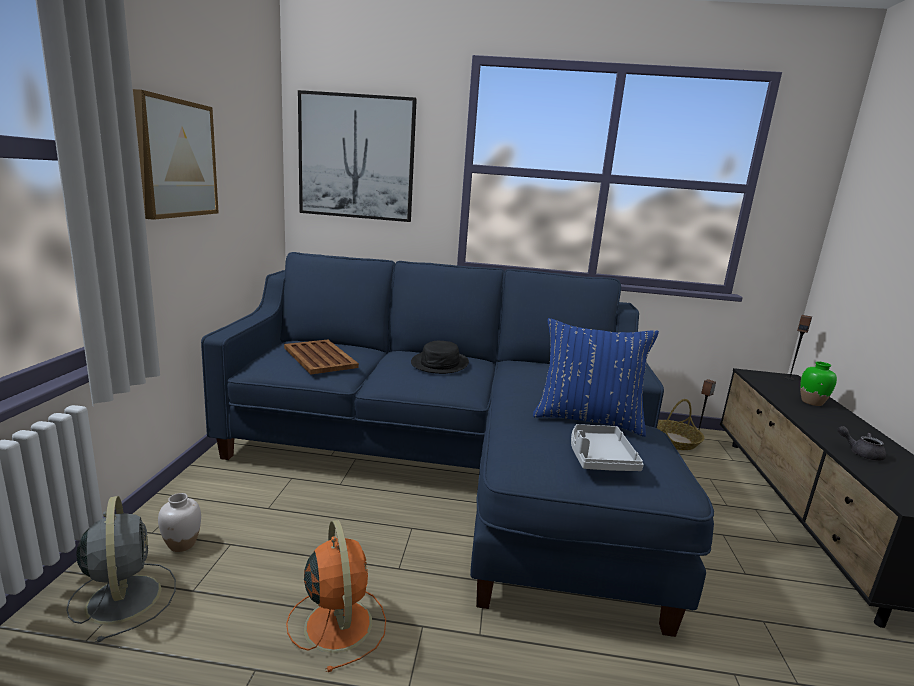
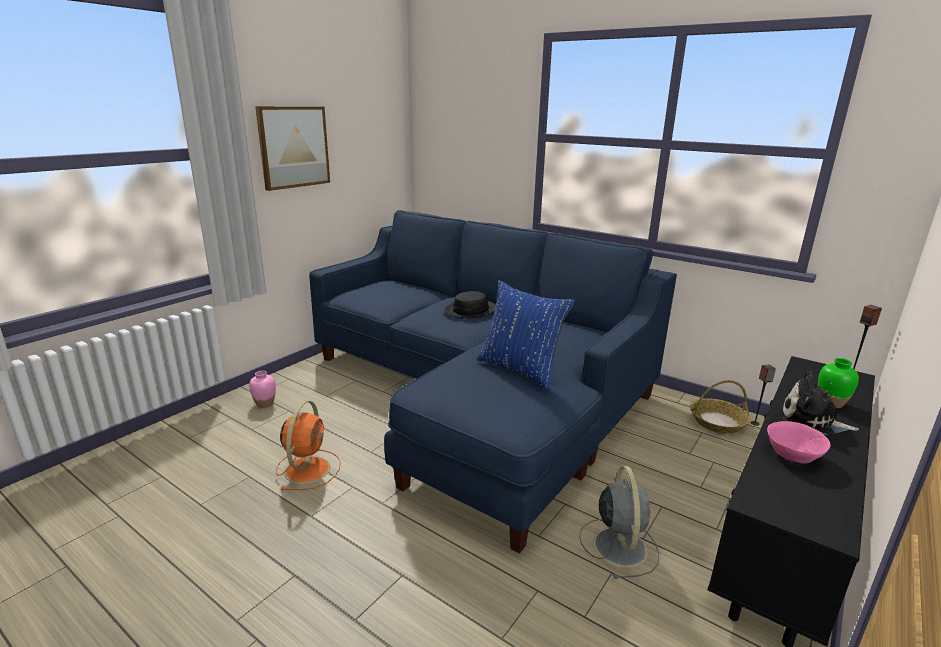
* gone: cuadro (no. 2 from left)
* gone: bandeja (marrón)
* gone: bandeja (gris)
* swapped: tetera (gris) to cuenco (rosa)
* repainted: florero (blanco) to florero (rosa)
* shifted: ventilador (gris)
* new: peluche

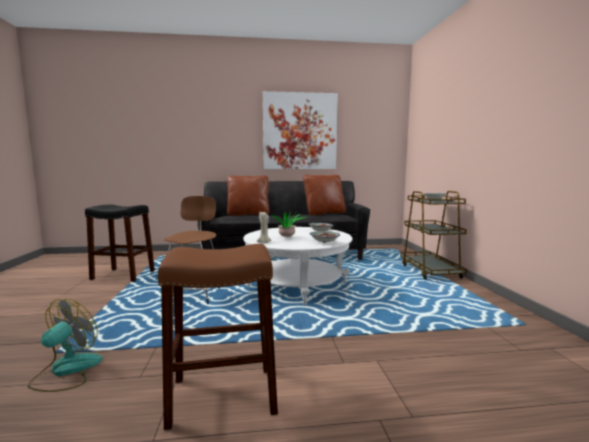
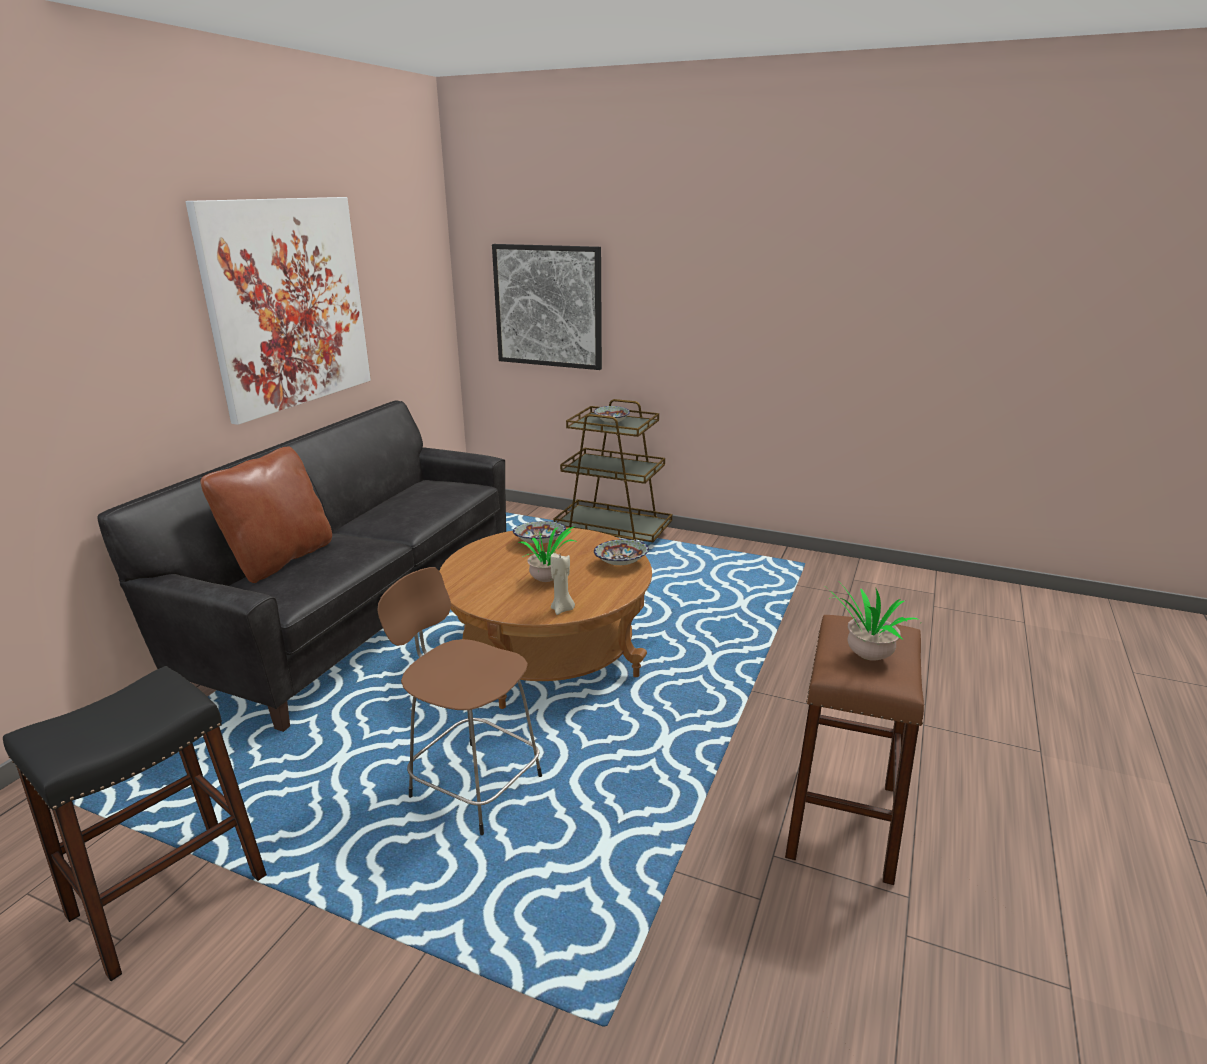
* gone: cojín (marrón) (no. 2 from left)
* repainted: mesa de centro (blanco) to mesa de centro (marrón)
* gone: ventilador
* new: cuadro (no. 2 from left)
* new: planta en maceta (no. 2 from left)

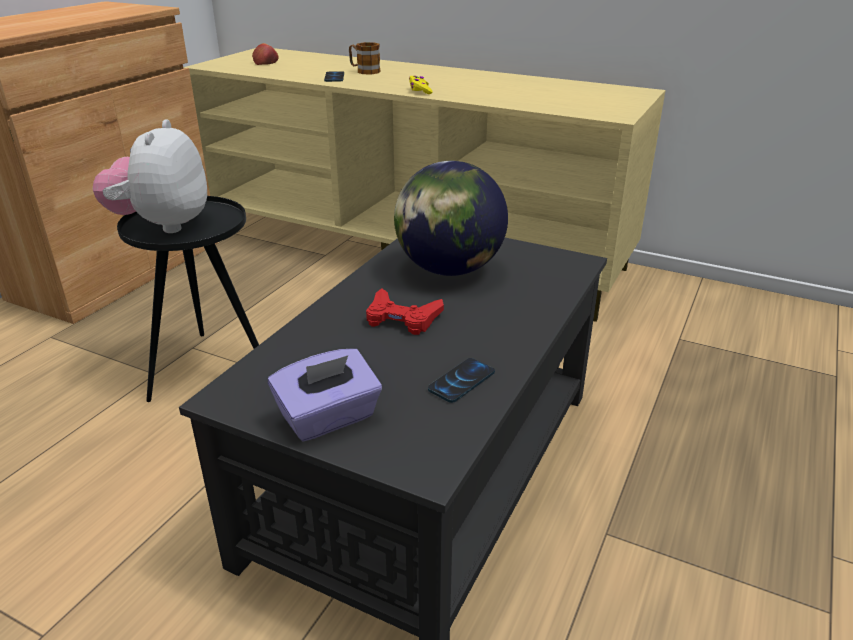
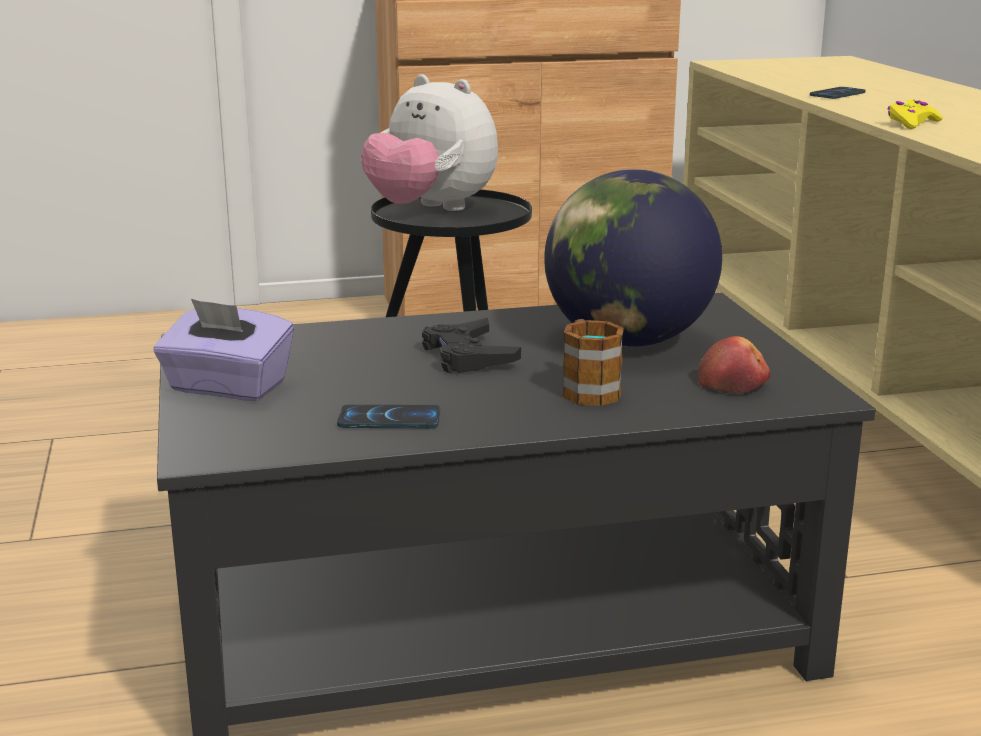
* shifted: taza grande
* shifted: manzana
* rotated: peluche 105 degrees counterclockwise
* repainted: mando de consola (rojo) to mando de consola (negro)

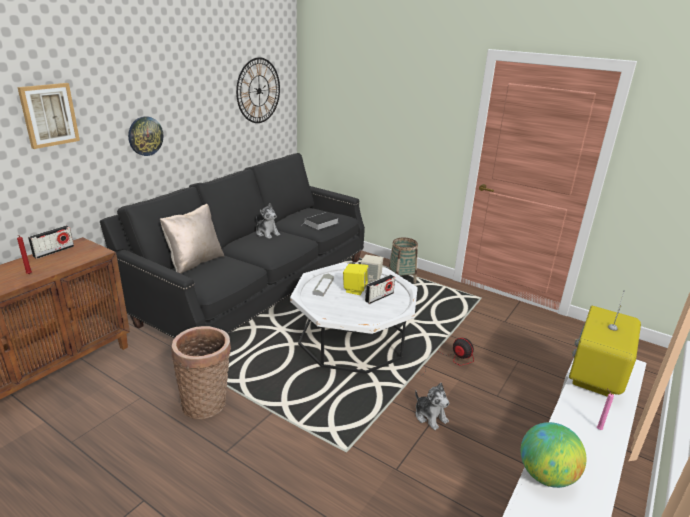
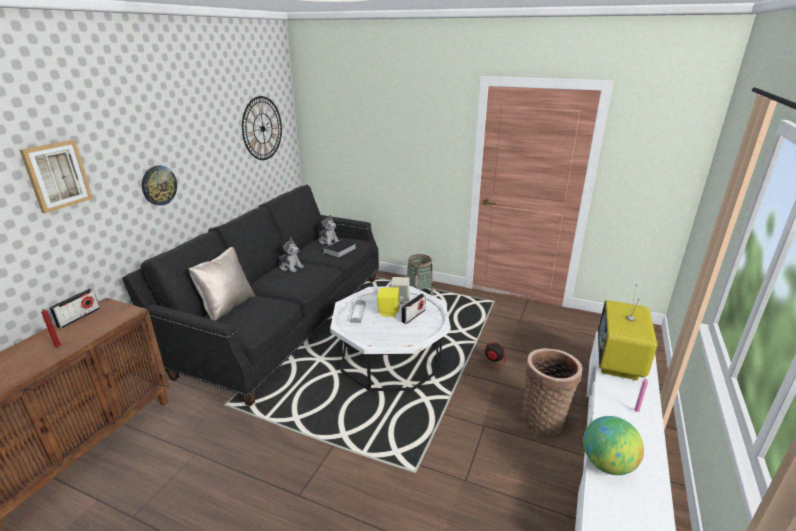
* shifted: cesta (no. 1 from left in the first image) to cesta (no. 2 from left)
* shifted: peluche (no. 2 from left)

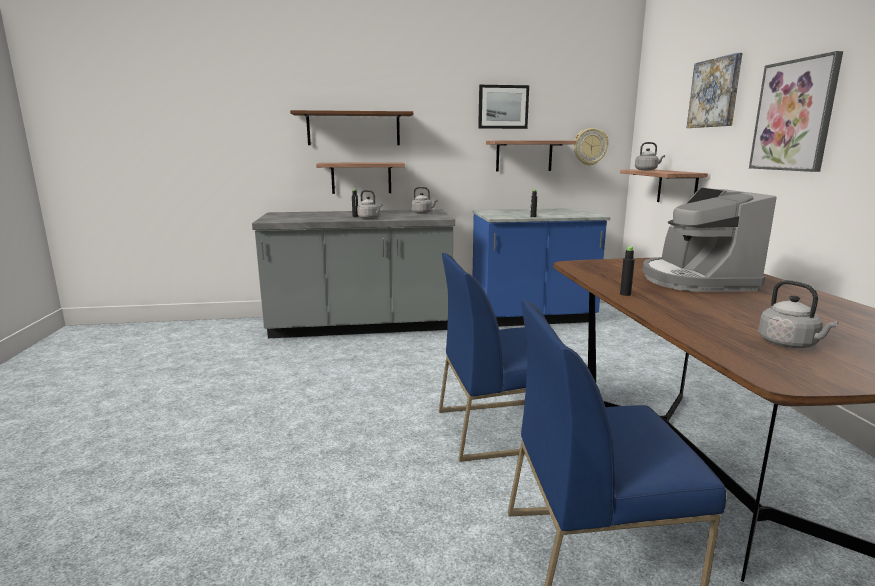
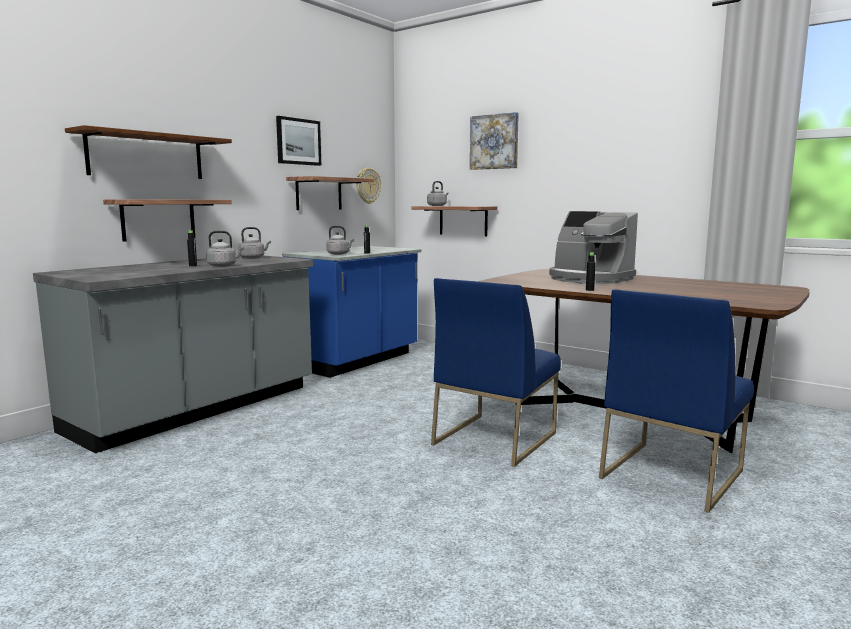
* gone: cuadro (no. 3 from left)
* shifted: hervidor (gris) (no. 4 from left in the first image) to hervidor (gris) (no. 3 from left)

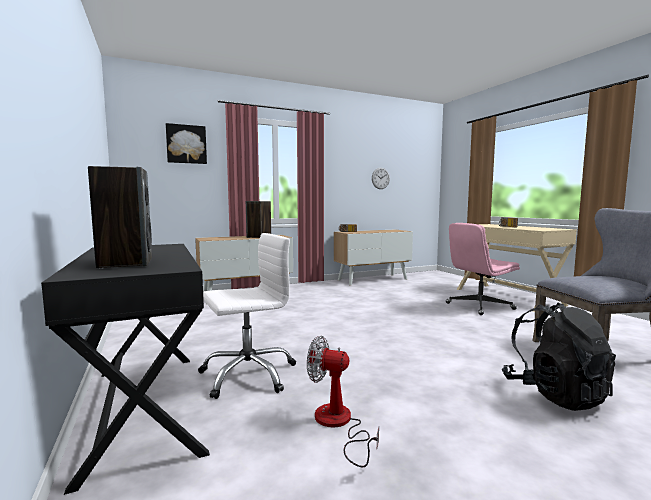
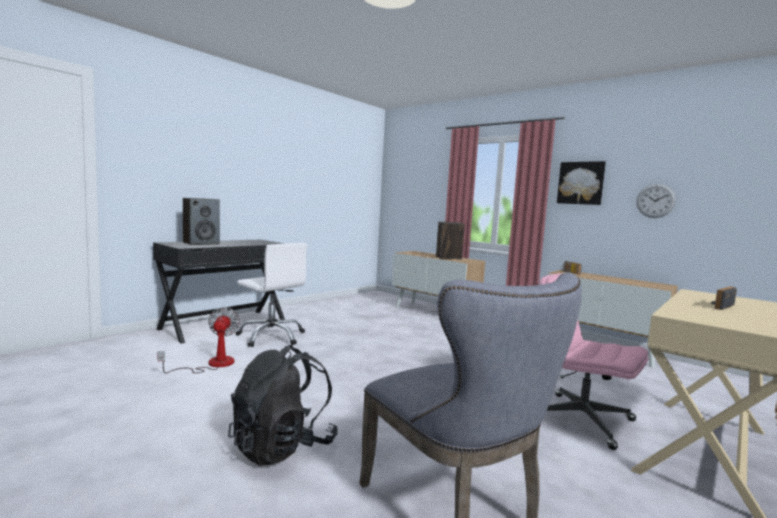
* shifted: cuadro

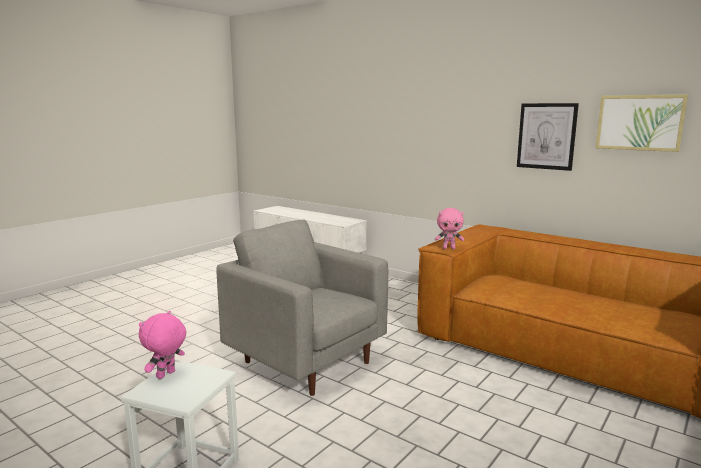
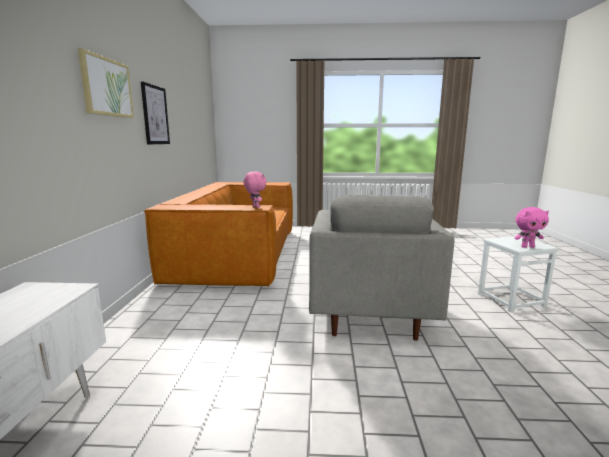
* shifted: cuadro (no. 2 from left in the first image) to cuadro (no. 1 from left)

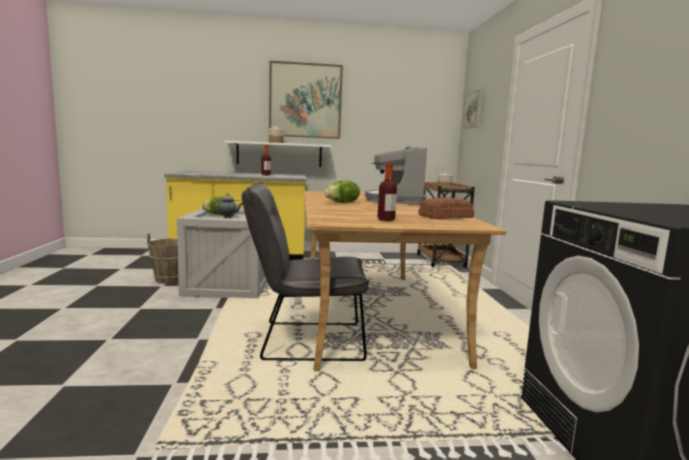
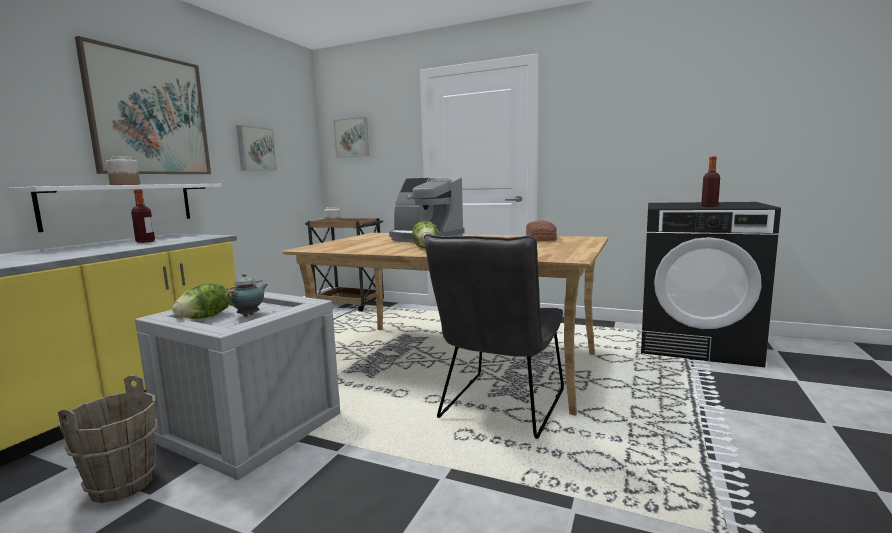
* shifted: botella (no. 2 from left)
* new: cuadro (no. 2 from left)

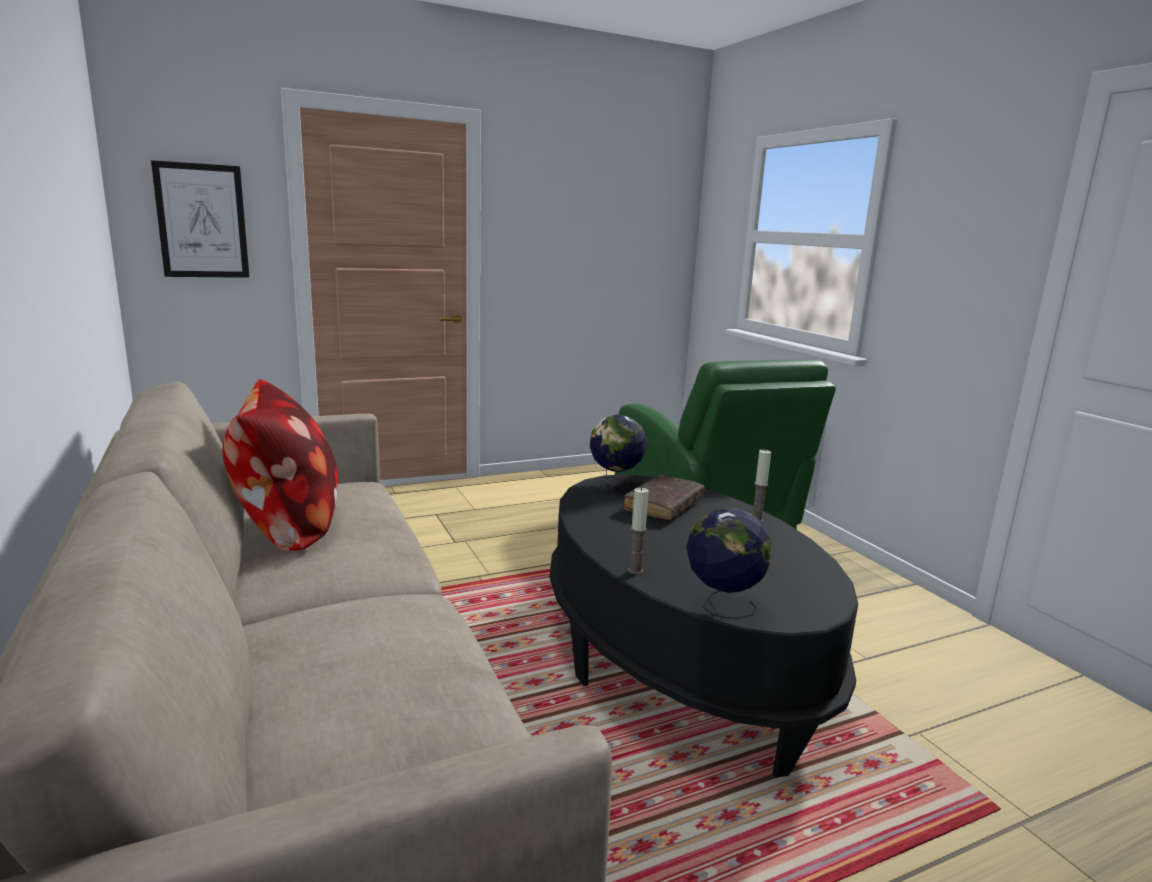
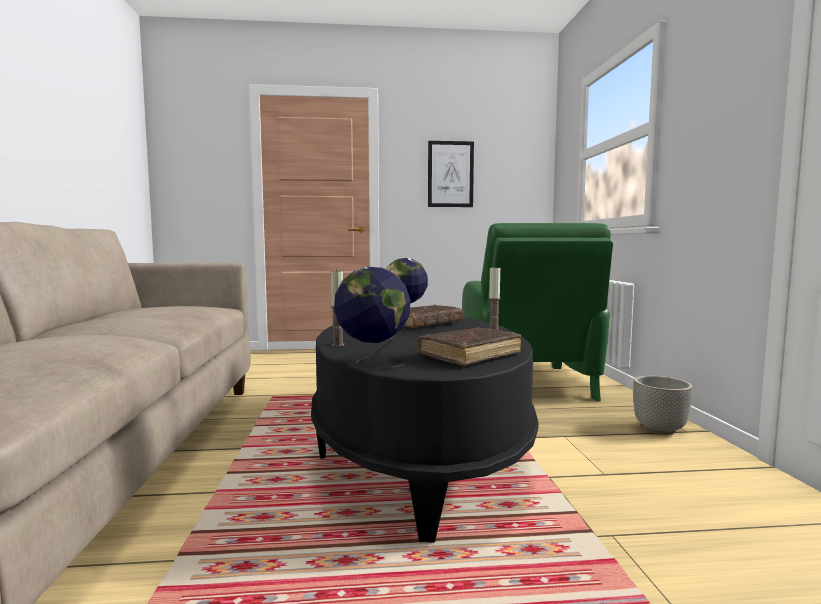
* shifted: cuadro
* gone: cojín
* new: libro (marrón) (no. 2 from left)
* new: maceta

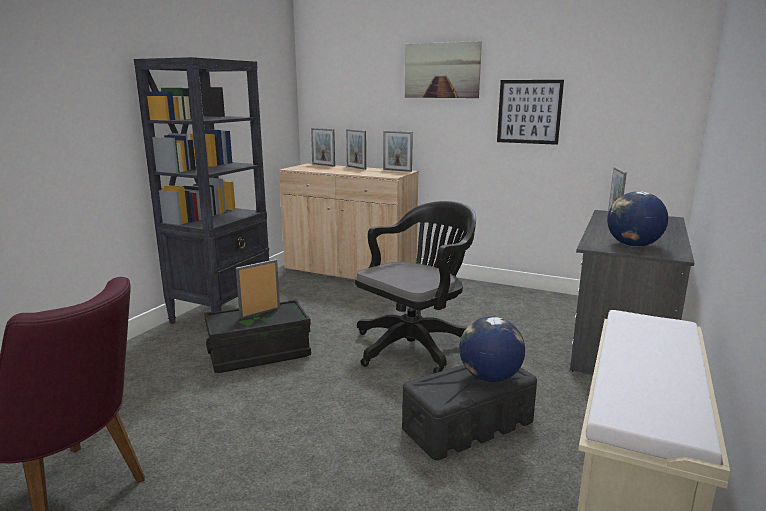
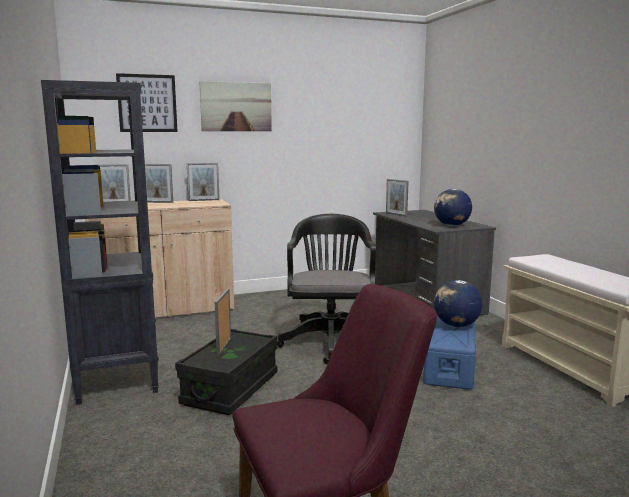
* shifted: cuadro (no. 2 from left in the first image) to cuadro (no. 1 from left)
* repainted: caja de almacenaje (negro) (no. 2 from left) to caja de almacenaje (azul)

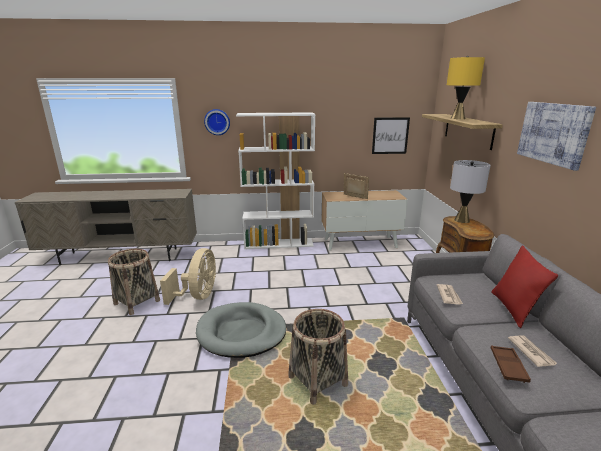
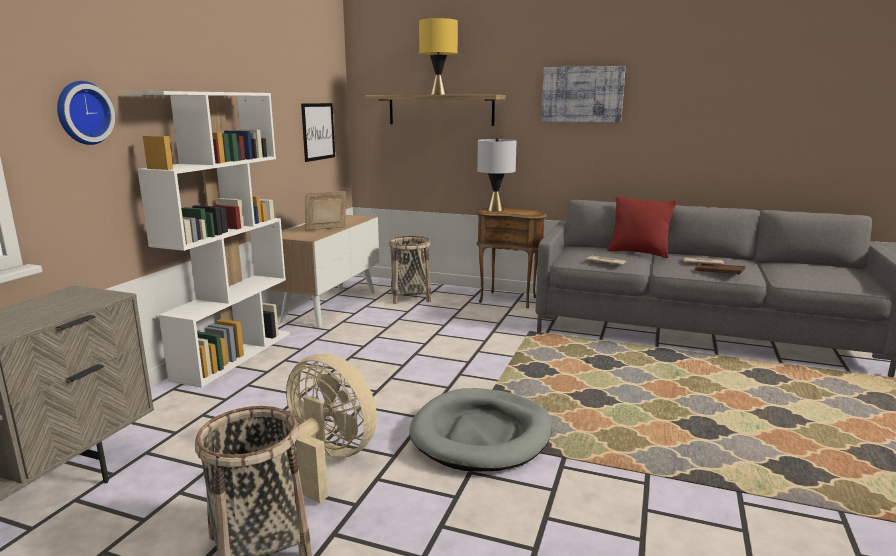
* shifted: cesta (no. 2 from left)

